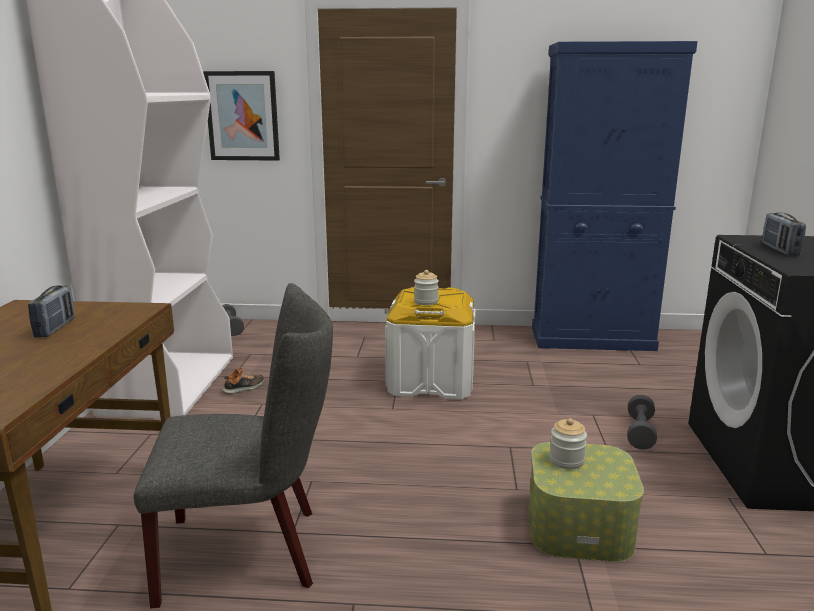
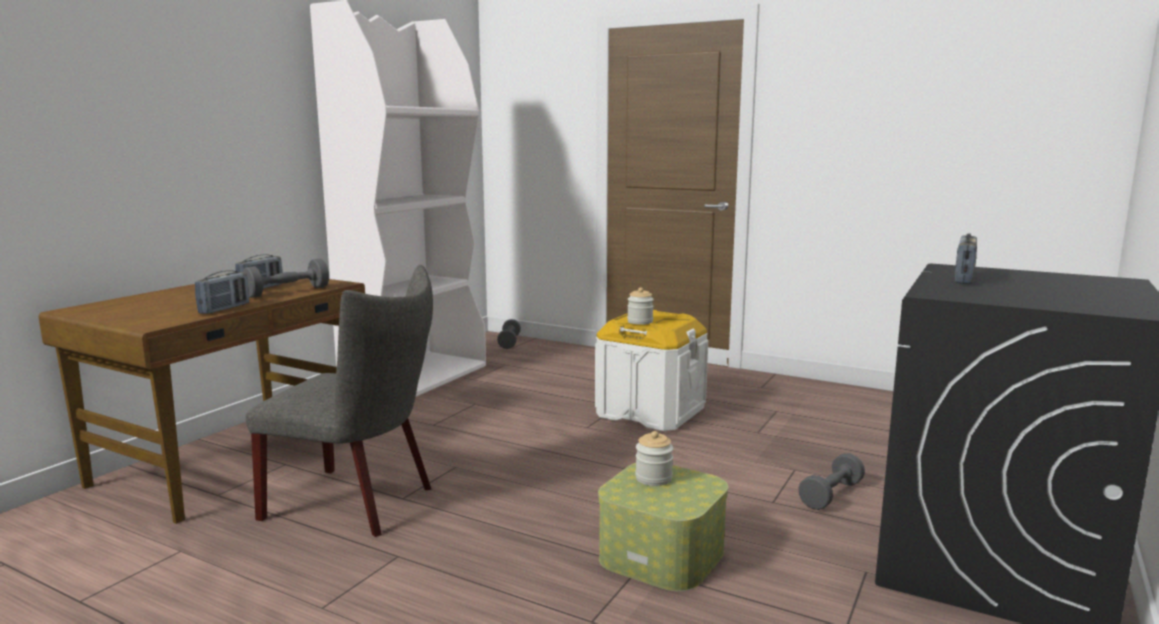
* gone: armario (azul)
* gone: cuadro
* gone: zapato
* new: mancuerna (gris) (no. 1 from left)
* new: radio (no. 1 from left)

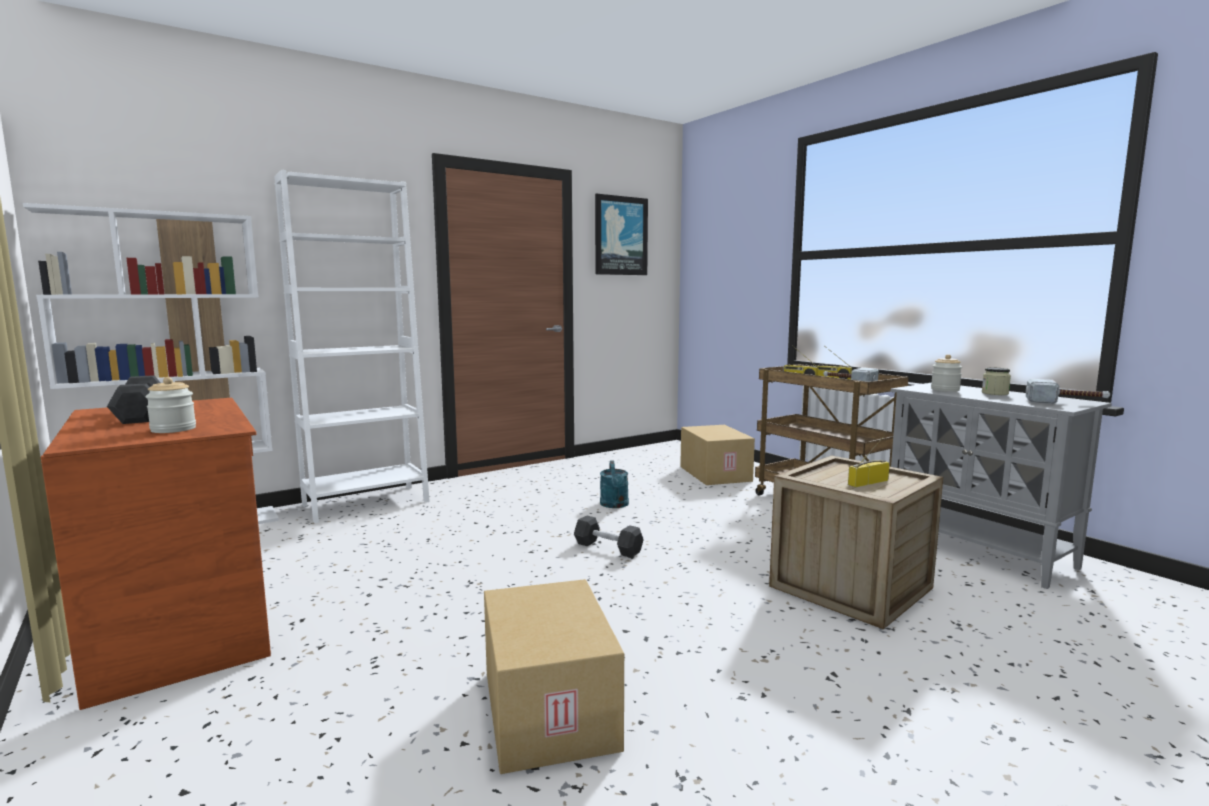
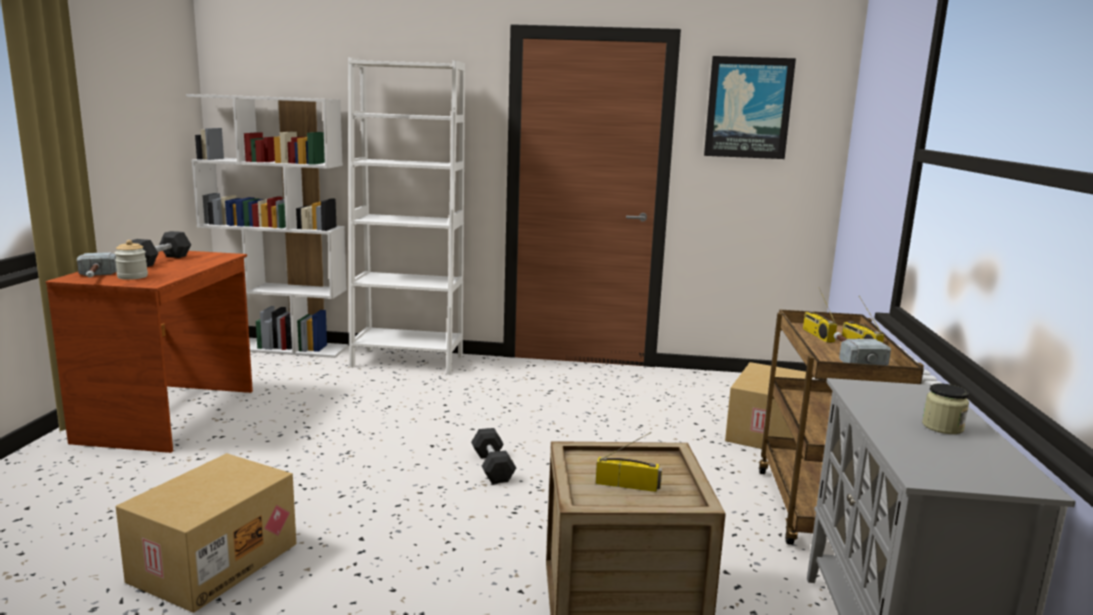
* gone: tarro (no. 2 from left)
* shifted: martillo (no. 2 from left in the first image) to martillo (no. 1 from left)
* gone: regadera (turquesa)

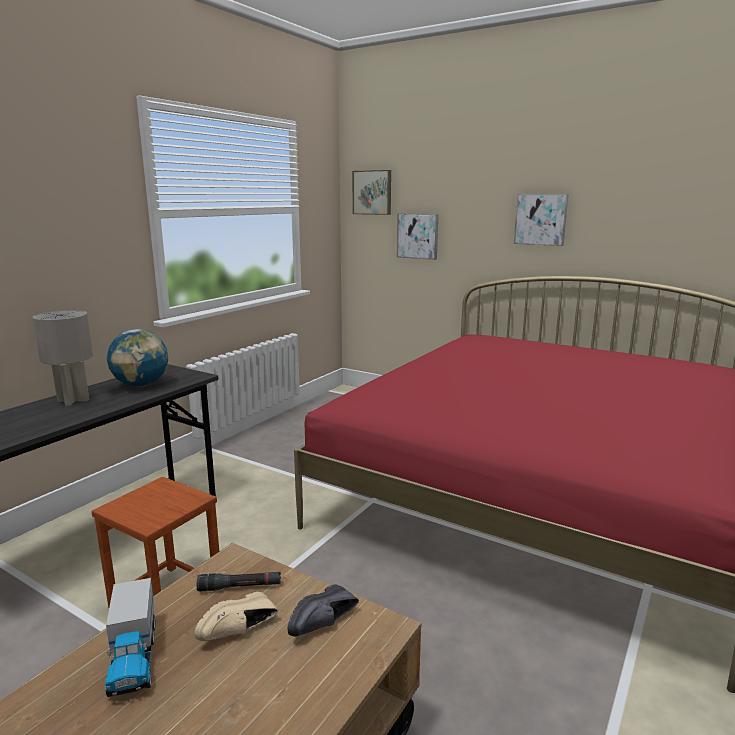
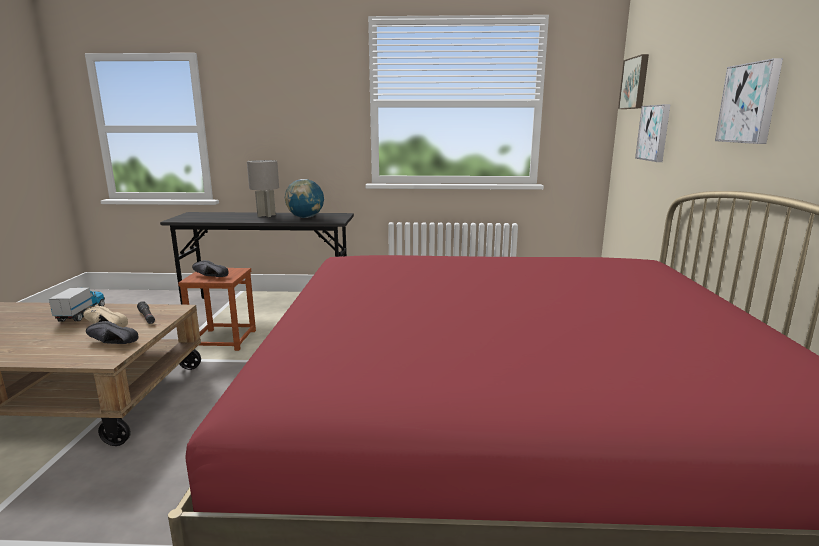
* rotated: camión de juguete 135 degrees clockwise
* new: zapato (negro) (no. 2 from left)

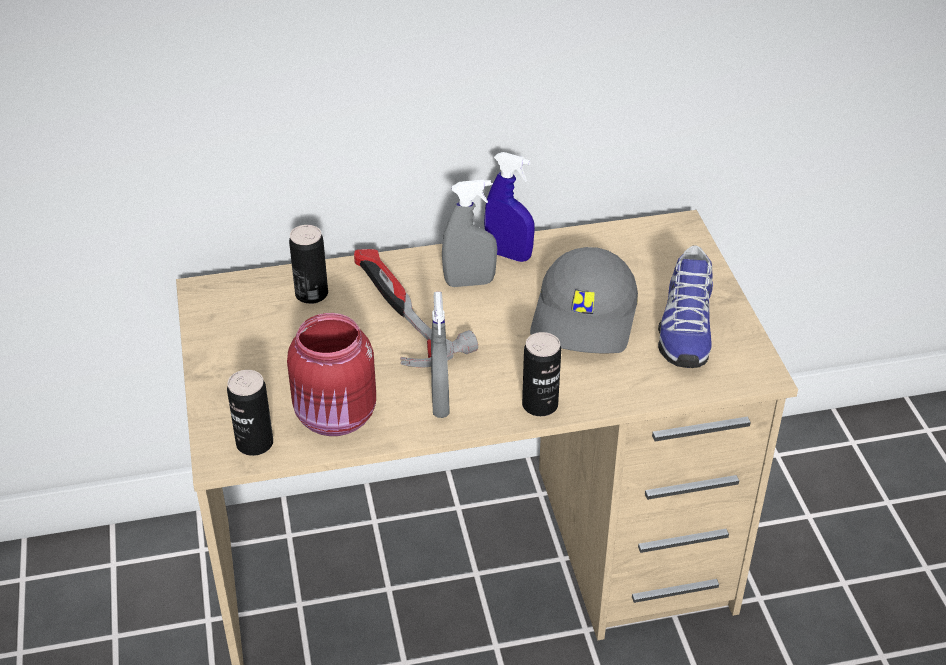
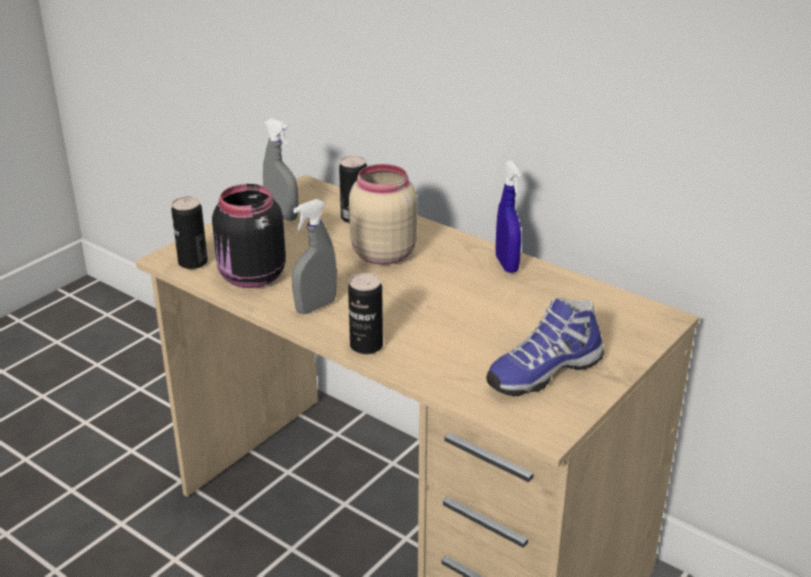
* shifted: pulverizador (gris) (no. 2 from left in the first image) to pulverizador (gris) (no. 1 from left)
* gone: gorra (gris)
* swapped: martillo to tarro (beis)
* repainted: tarro (rojo) to tarro (negro)

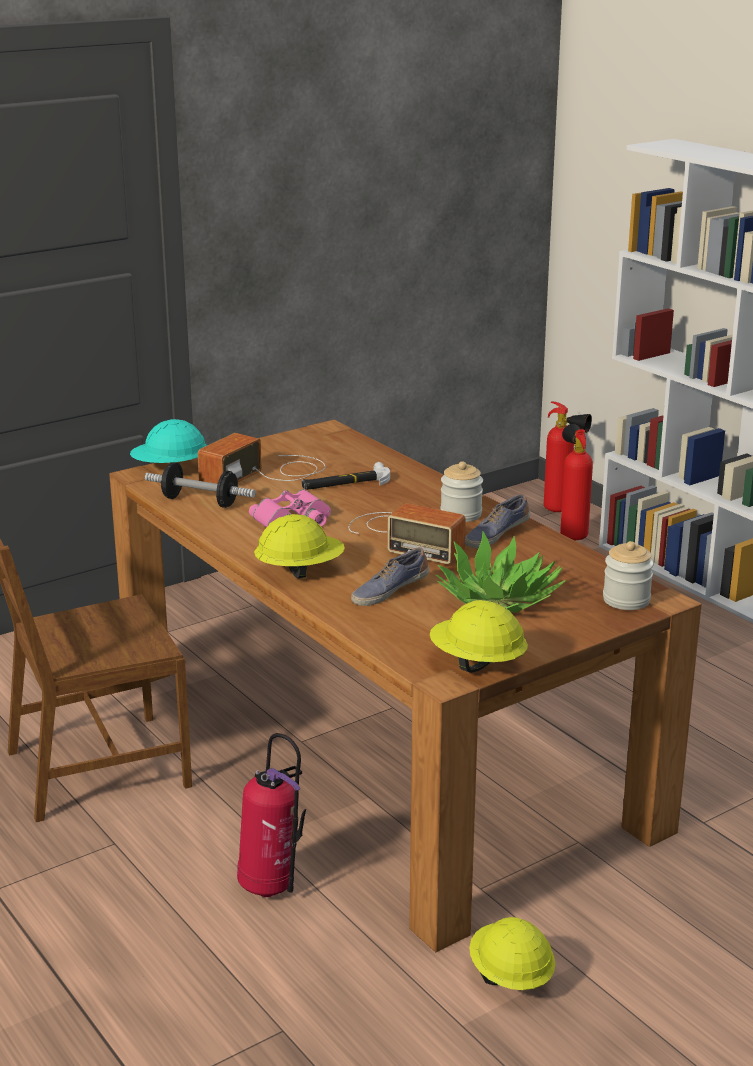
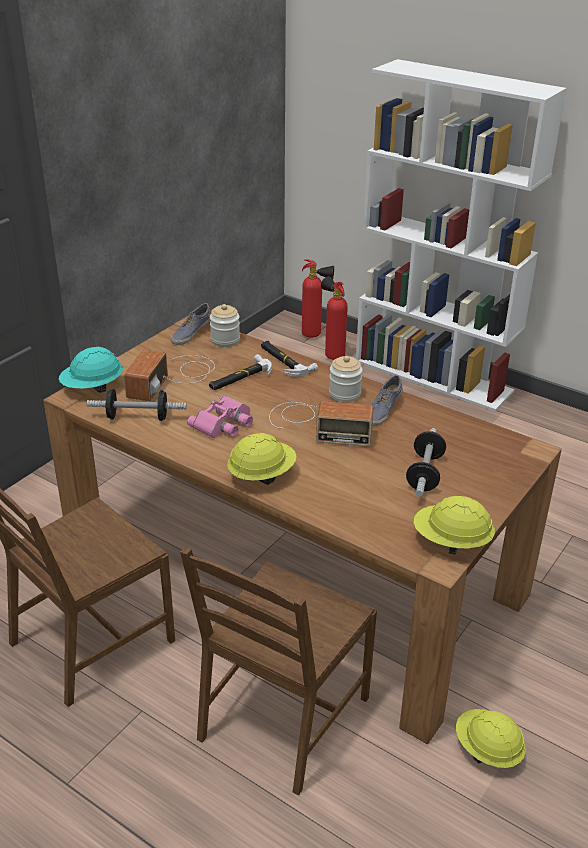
* swapped: planta en maceta to mancuerna (no. 2 from left)
* shifted: tarro (no. 2 from left in the first image) to tarro (no. 1 from left)
* shifted: zapato (no. 1 from left)
* swapped: extintor (no. 1 from left) to silla (marrón) (no. 2 from left)
* new: martillo (no. 2 from left)

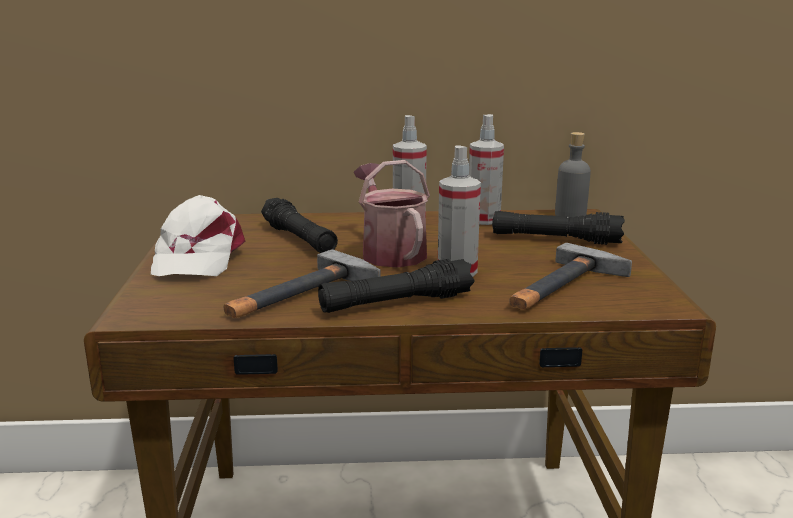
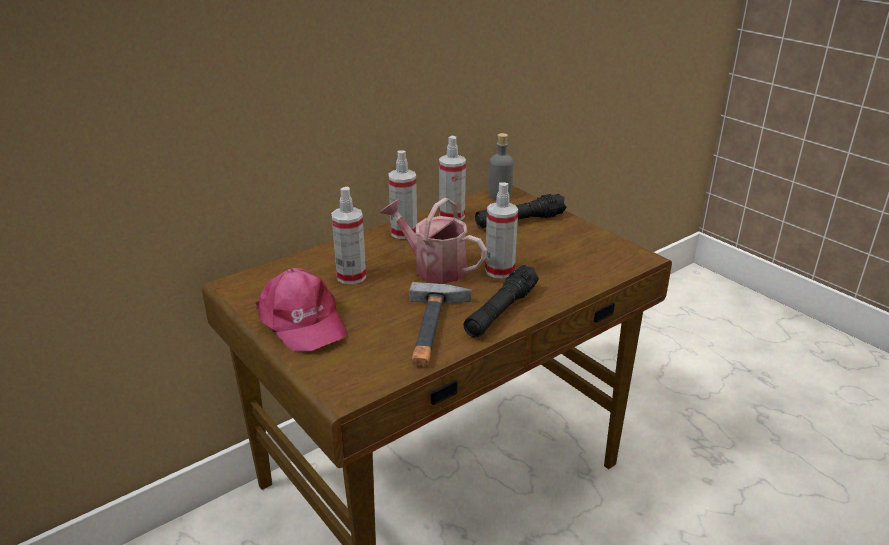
* repainted: gorra (blanco) to gorra (rosa)
* swapped: linterna (negro) (no. 1 from left) to pulverizador (no. 1 from left)
* gone: martillo (no. 2 from left)

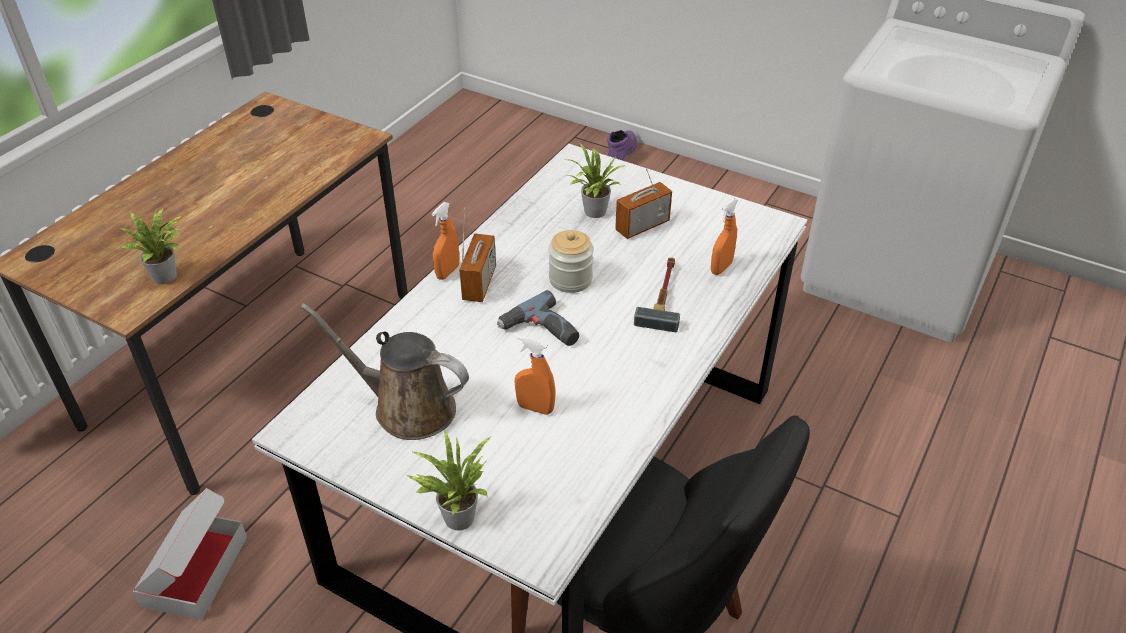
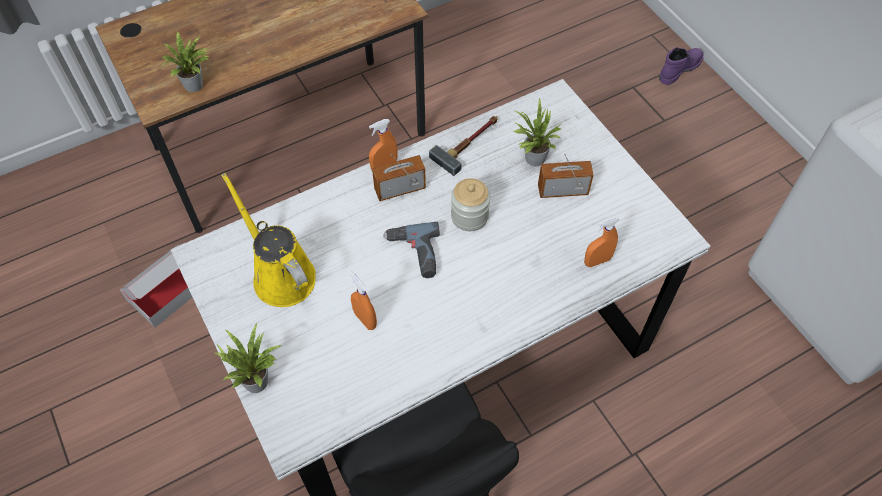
* rotated: radio (no. 1 from left) 150 degrees counterclockwise
* shifted: martillo
* repainted: regadera (marrón) to regadera (amarillo)

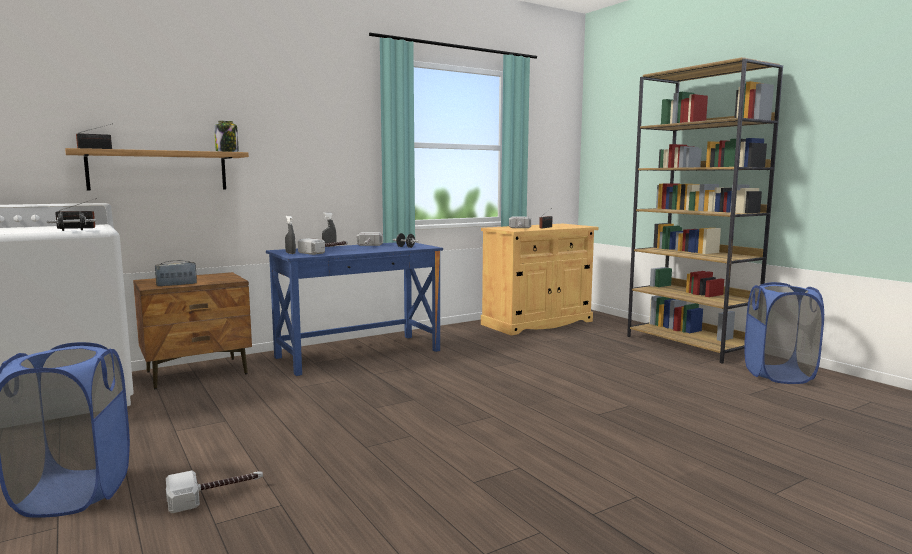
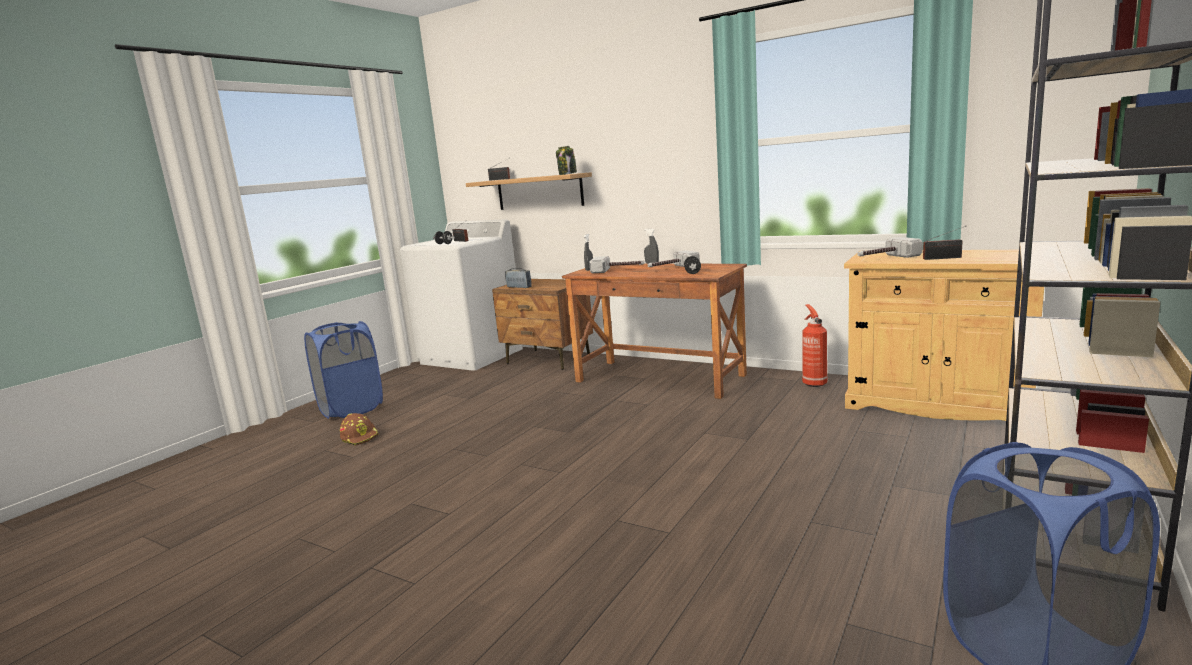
* repainted: escritorio (azul) to escritorio (marrón)
* swapped: martillo (no. 1 from left) to casco (marrón)
* new: extintor

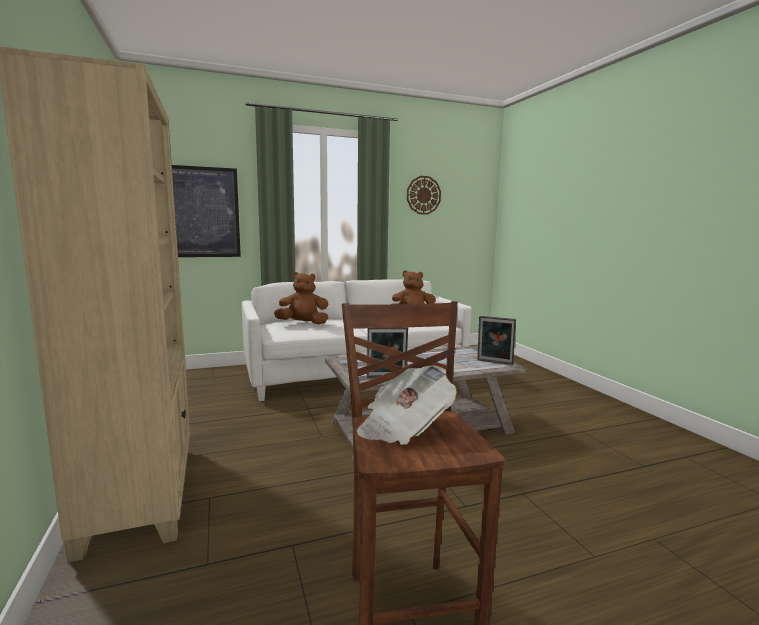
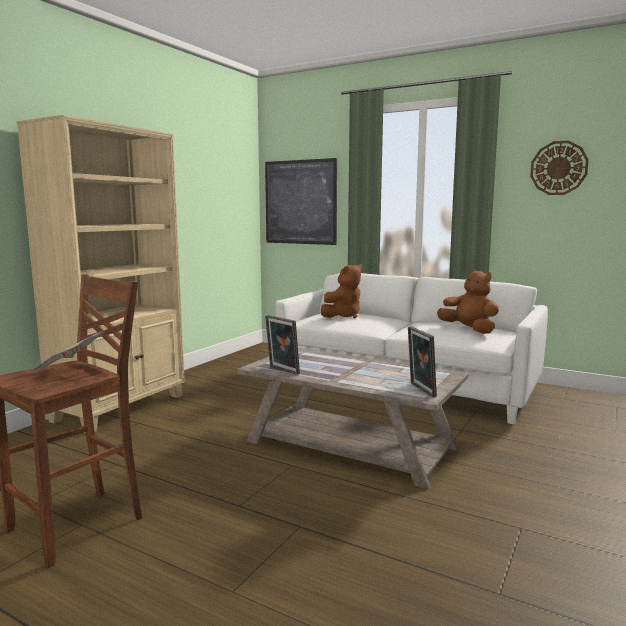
* rotated: peluche (marrón) (no. 1 from left) 90 degrees clockwise

